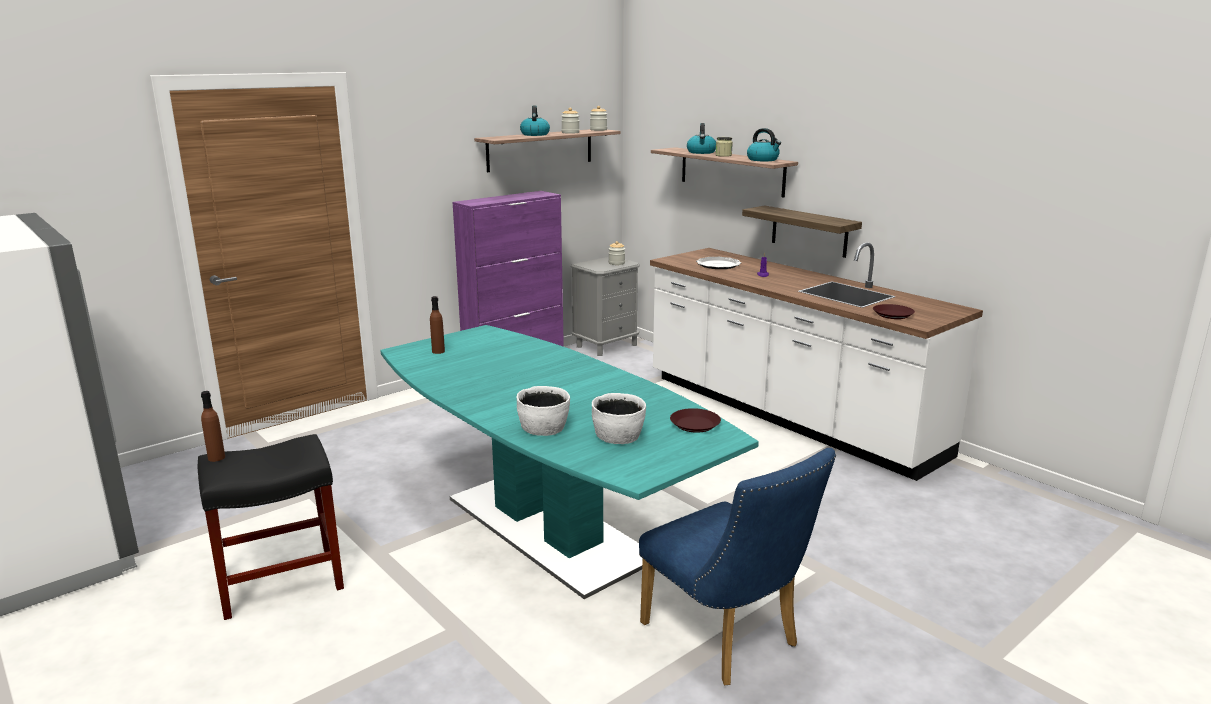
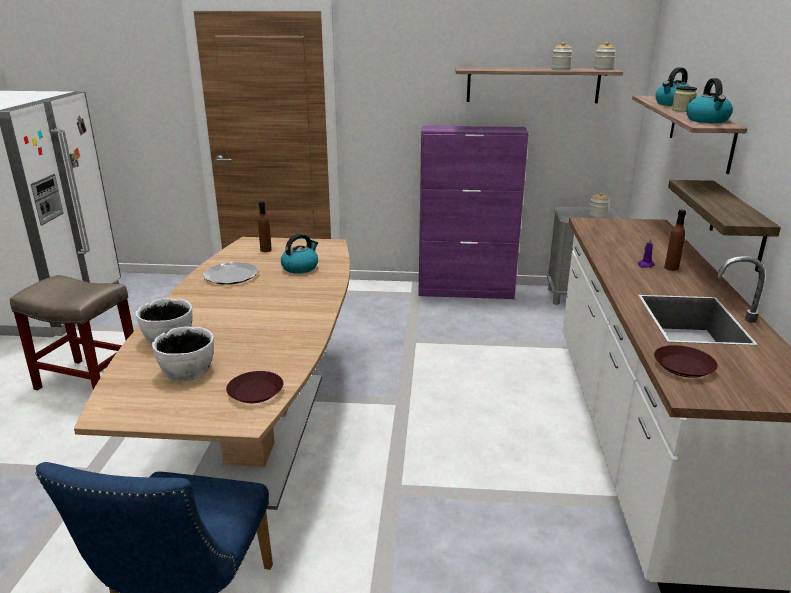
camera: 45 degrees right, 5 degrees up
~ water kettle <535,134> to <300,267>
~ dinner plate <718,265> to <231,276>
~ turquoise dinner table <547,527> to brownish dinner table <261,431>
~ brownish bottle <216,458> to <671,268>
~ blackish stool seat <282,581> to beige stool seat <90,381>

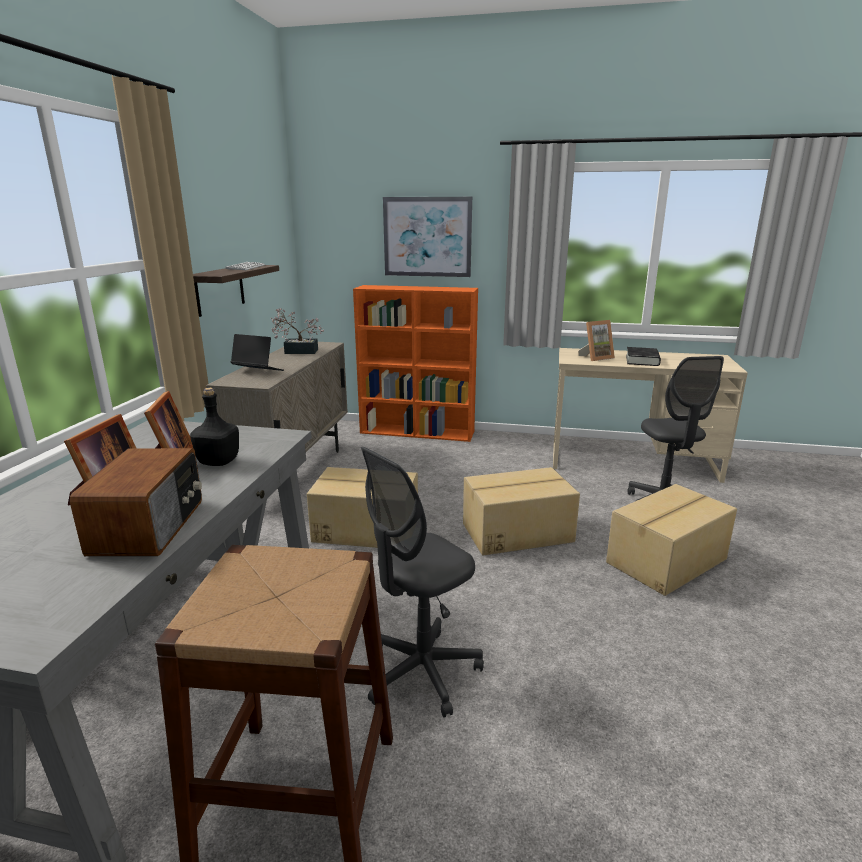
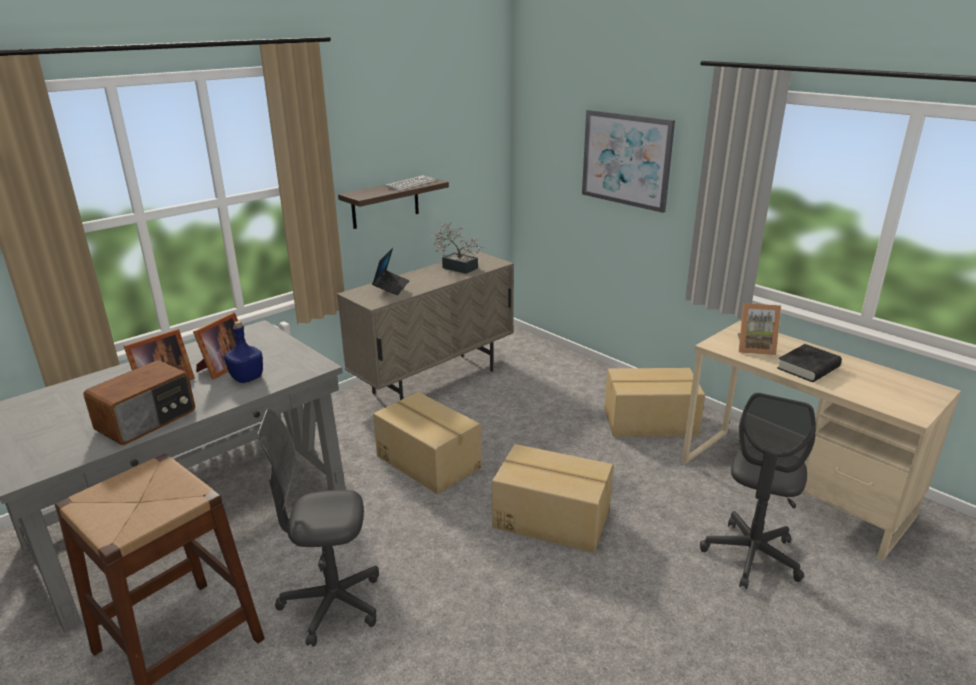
camera: 35 degrees right, 5 degrees up
- orange-coloured bookshelf <418,432>
~ notebook computer <258,371> = <391,287> 45 degrees clockwise
~ blackish bottle <219,462> to blue-coloured bottle <247,378>
~ cardboard box <668,561> to <650,422>

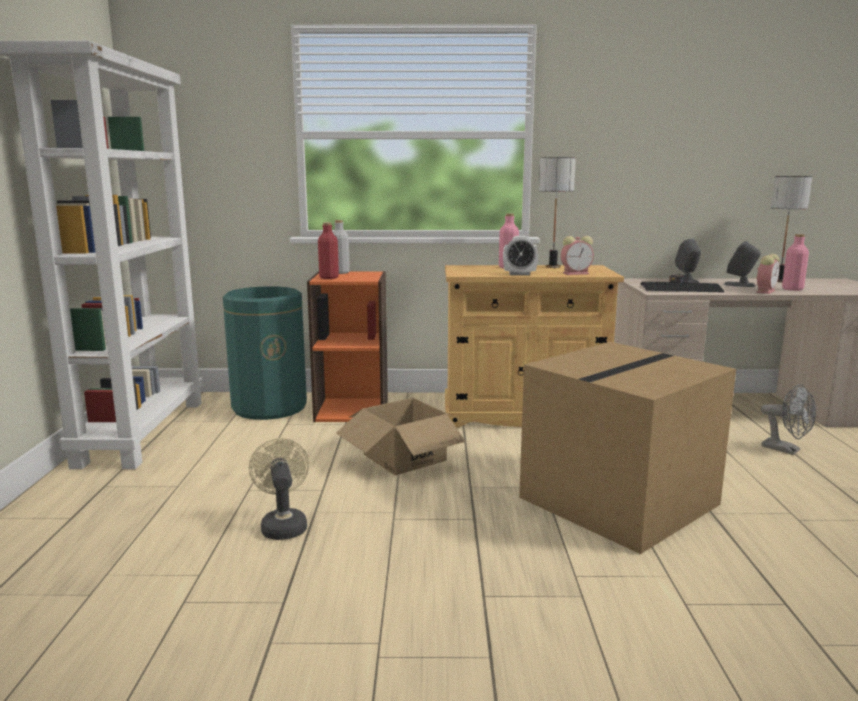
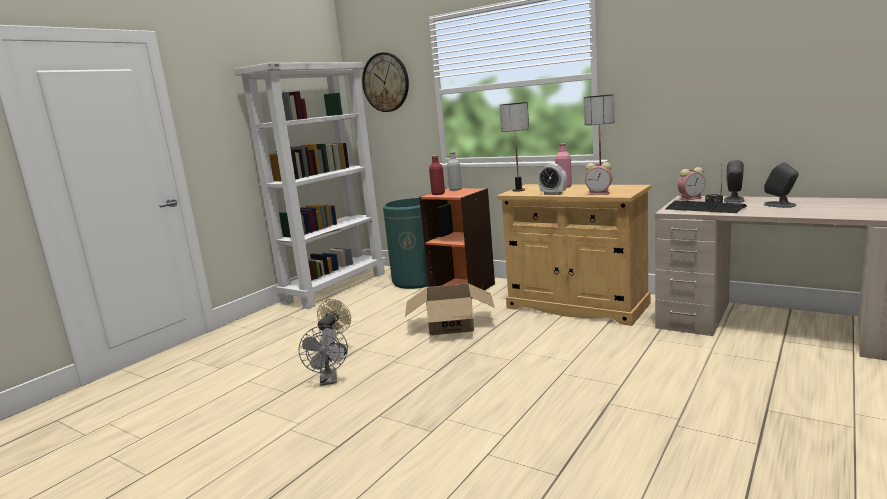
camera: 35 degrees right, 0 degrees up
~ table lamp <780,281> to <518,190>
- pinkish bottle <792,289>
~ alarm clock <765,291> to <691,198>
- cardboard box <619,502>
~ grey cooling fan <786,450> to <329,381>
+ wall clock <386,82>

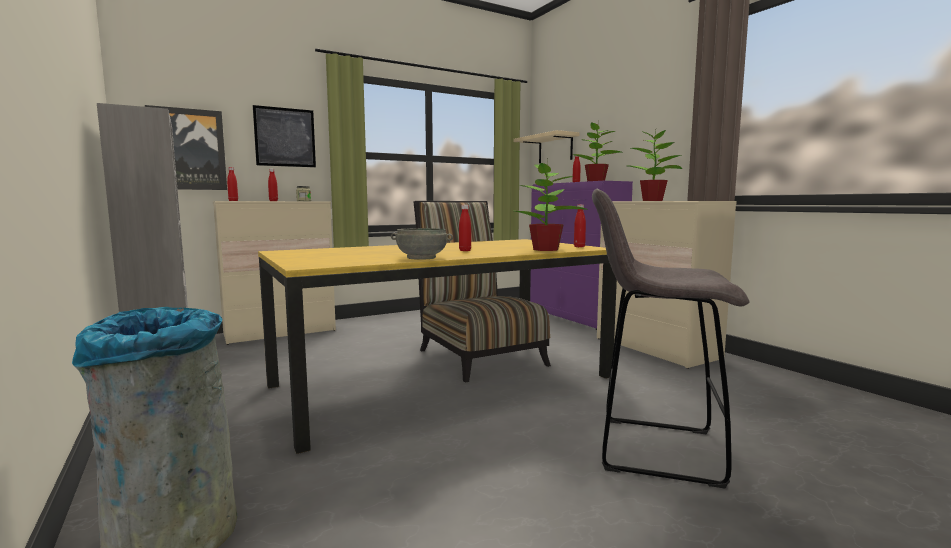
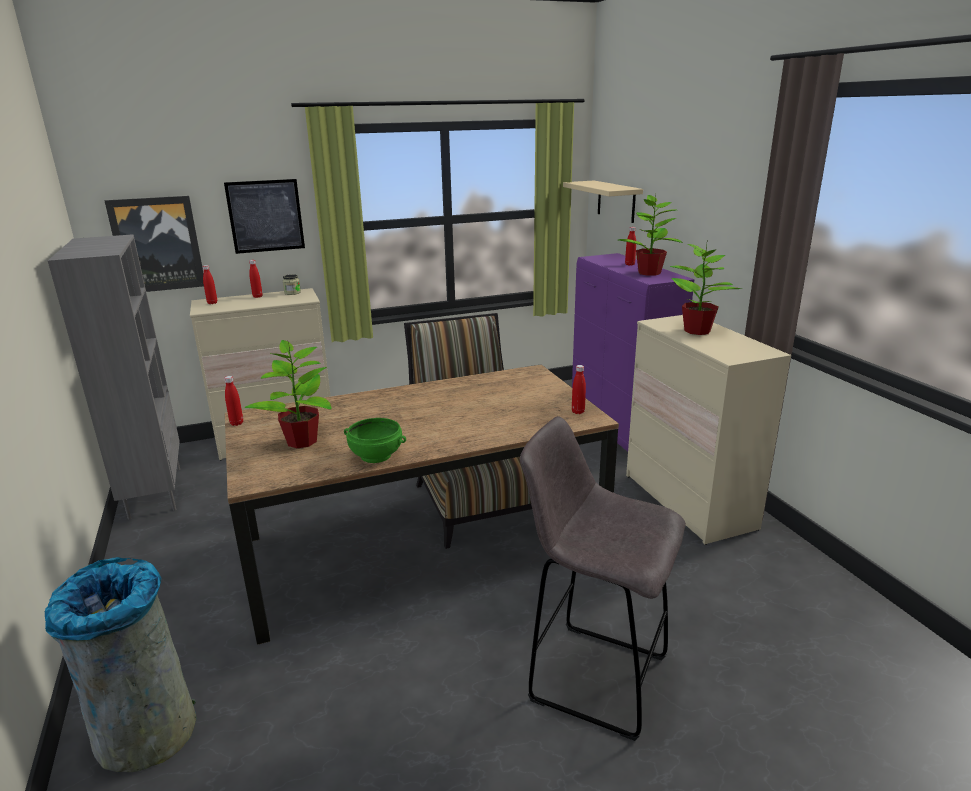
camera: 10 degrees right, 15 degrees up
~ plant in a pot <545,249> to <301,442>
~ red bottle <465,250> to <236,423>
~ grey deep dish <421,258> to green deep dish <375,456>
~ yellowish dinner table <444,380> to brownish dinner table <425,543>

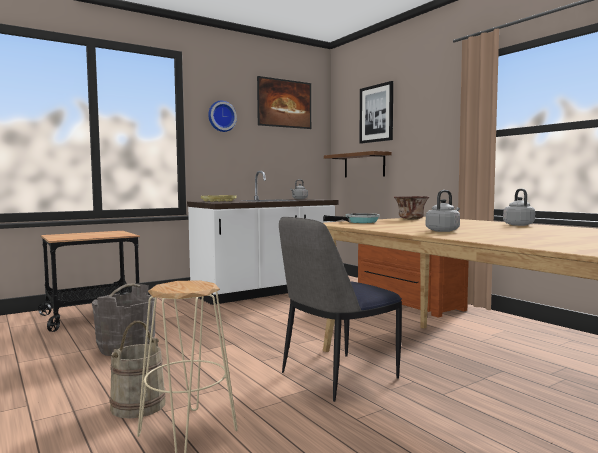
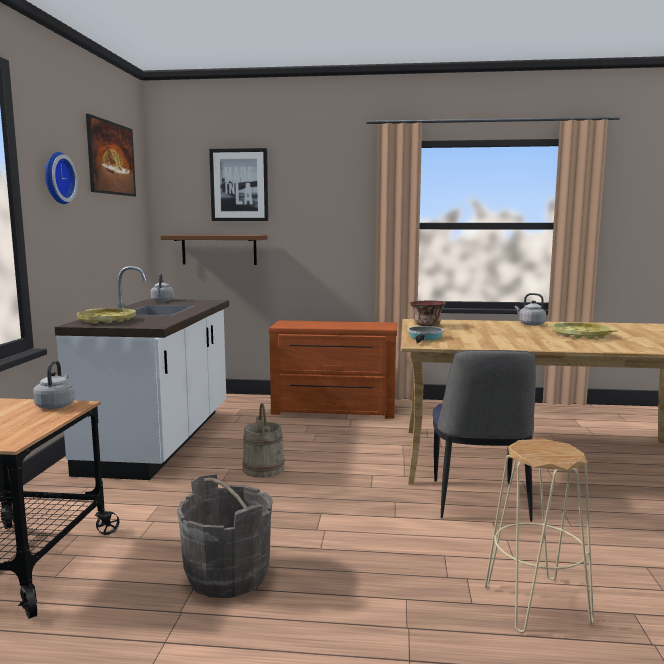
camera: 50 degrees left, 5 degrees up
~ grey water kettle <443,230> to <56,405>
~ beige bucket <138,405> to <263,469>
+ yellowish carrying tray <581,335>

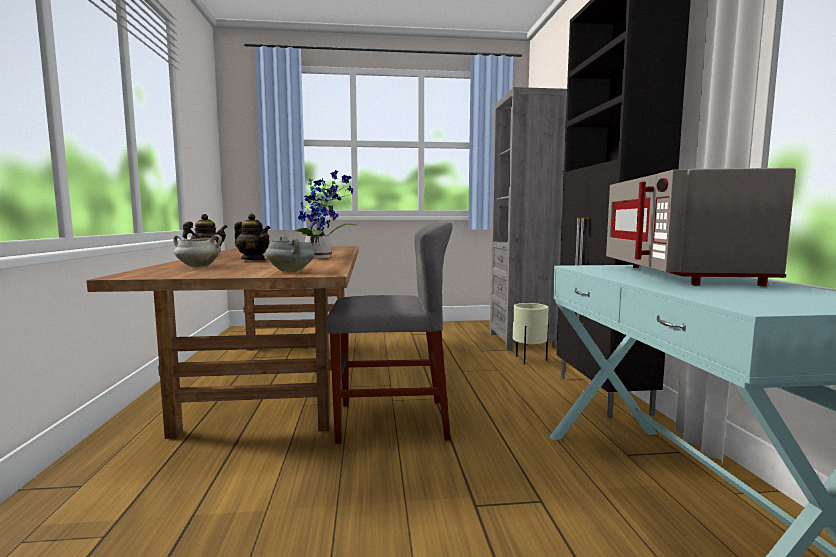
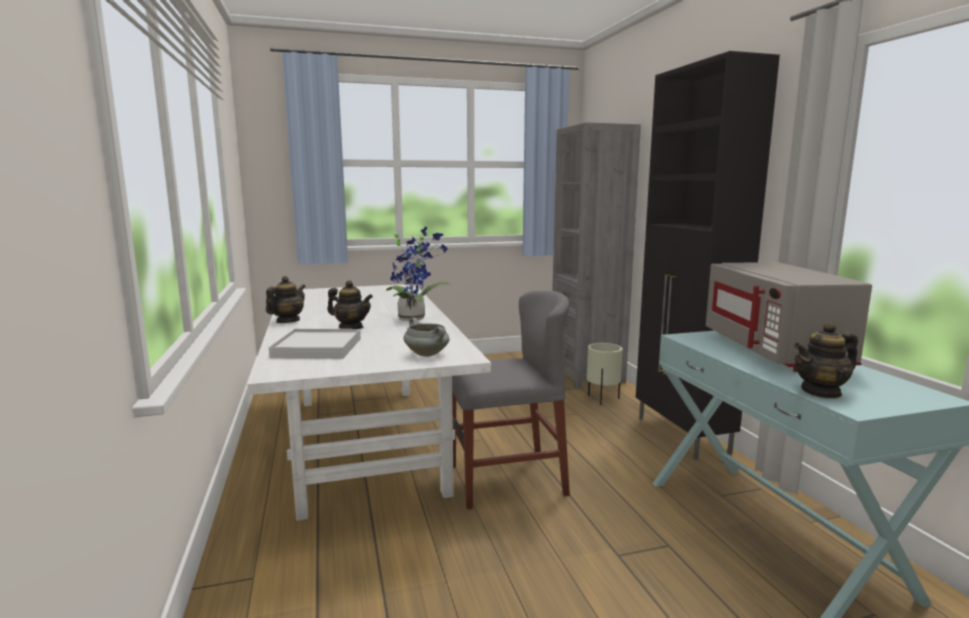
camera: 10 degrees left, 5 degrees up
~ white-coloured saucepot <198,267> to white-coloured carrying tray <317,348>
~ brownish dinner table <279,380> to white-coloured dinner table <366,442>
+ tea pot <821,392>

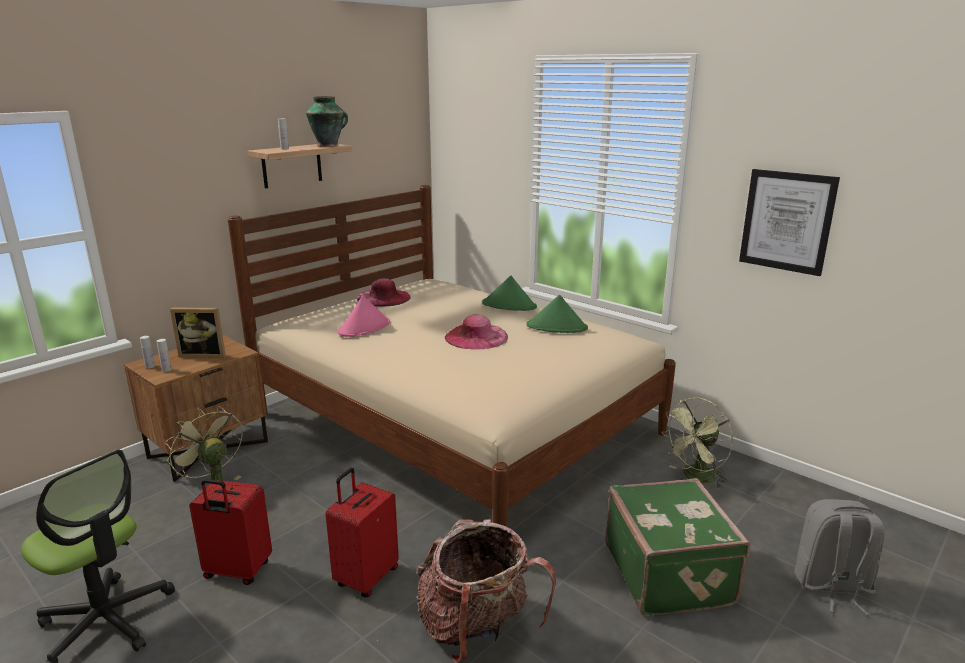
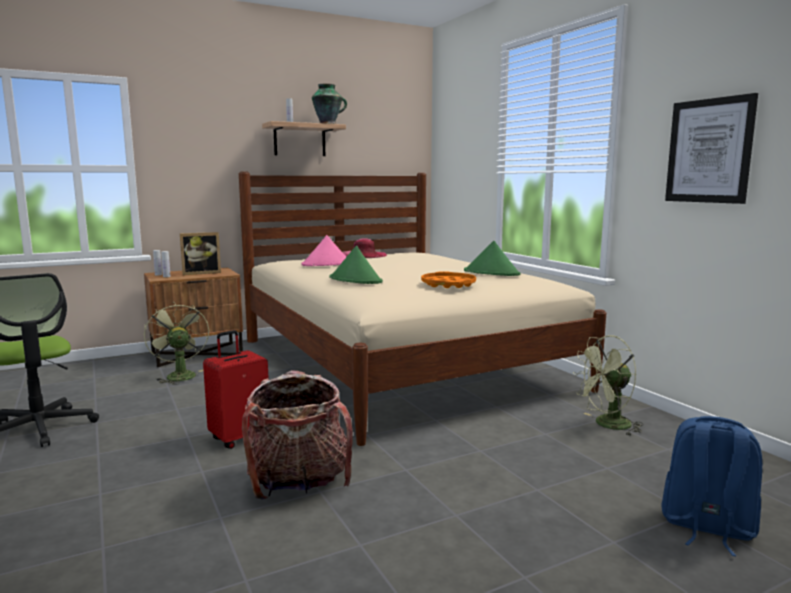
camera: 20 degrees right, 10 degrees down
~ green wearable hat <509,305> to <355,280>
~ picture frame <204,354> = <201,273> 45 degrees counterclockwise
- pinkish wearable hat <476,337>
- green suitcase <669,574>
- red suitcase <237,571>
~ grey backpack <832,586> to blue-coloured backpack <706,527>
+ orange-coloured carrying tray <448,284>

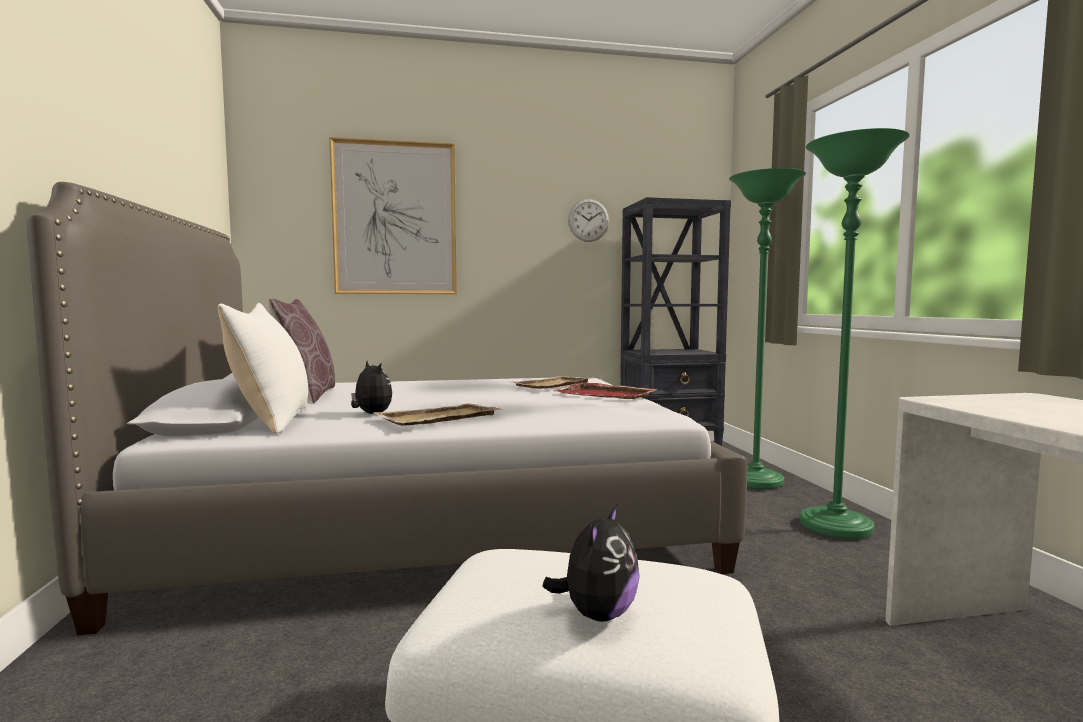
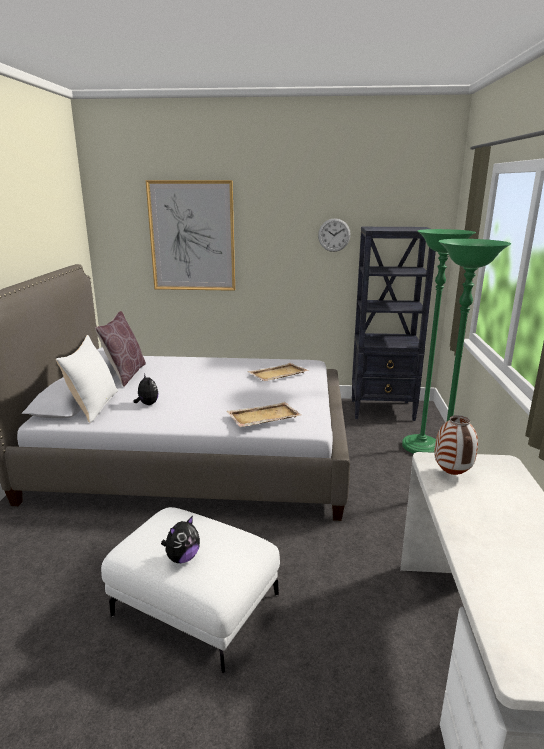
camera: 15 degrees right, 15 degrees up
- red carrying tray <606,394>
~ beige carrying tray <437,418> to <263,416>
+ flower vase <452,474>

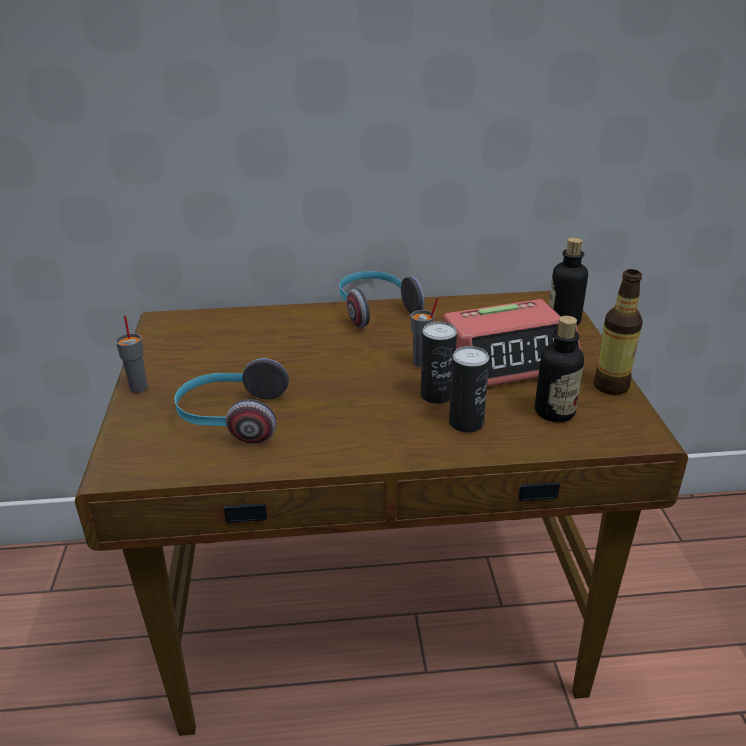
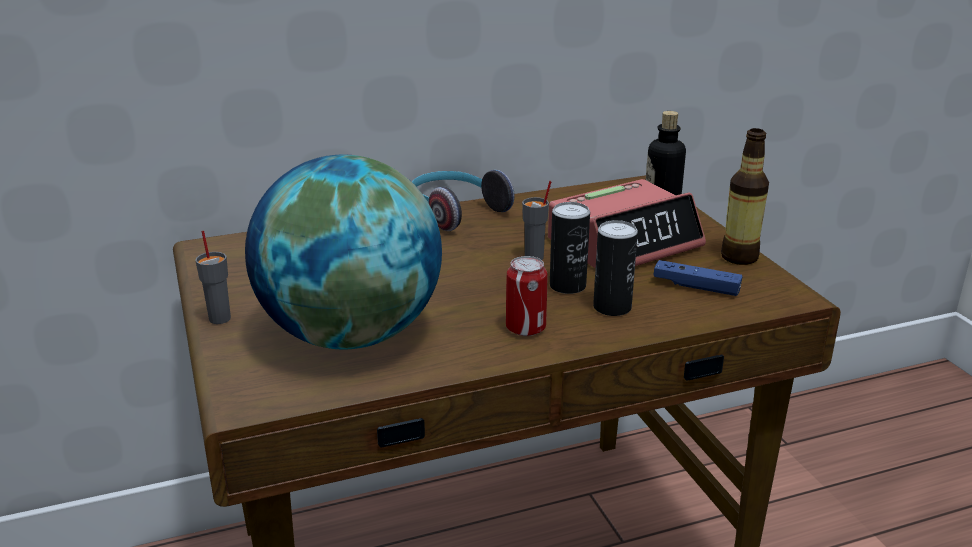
camera: 15 degrees left, 5 degrees down
~ bottle <554,412> to blue-coloured game controller <696,286>
~ headset <232,418> to desk globe <351,335>
+ metal can <525,328>

